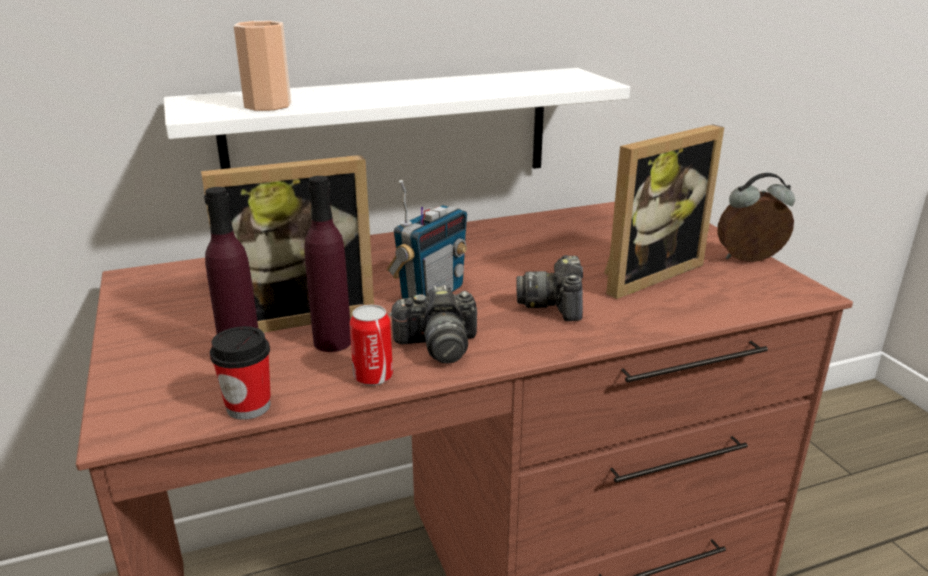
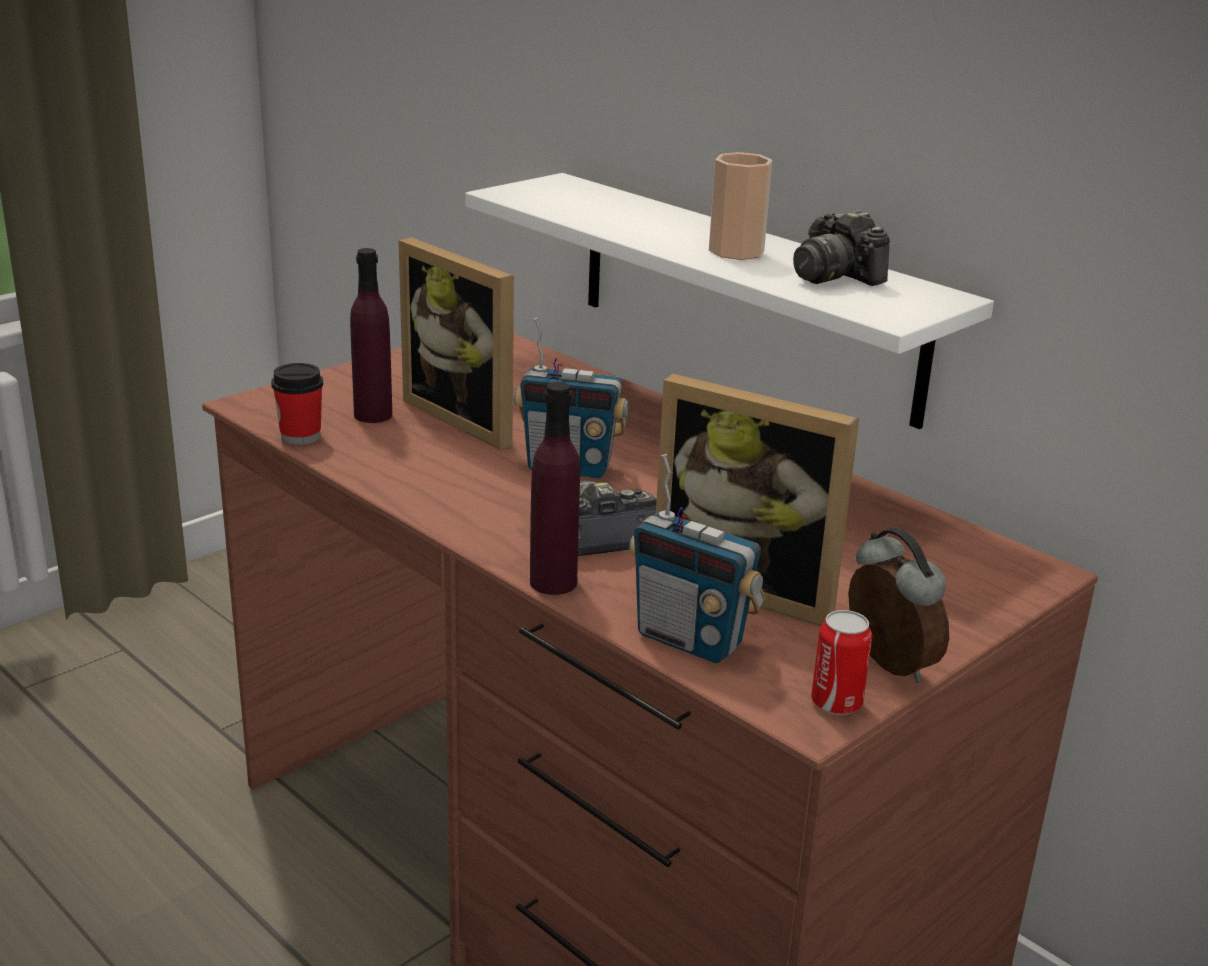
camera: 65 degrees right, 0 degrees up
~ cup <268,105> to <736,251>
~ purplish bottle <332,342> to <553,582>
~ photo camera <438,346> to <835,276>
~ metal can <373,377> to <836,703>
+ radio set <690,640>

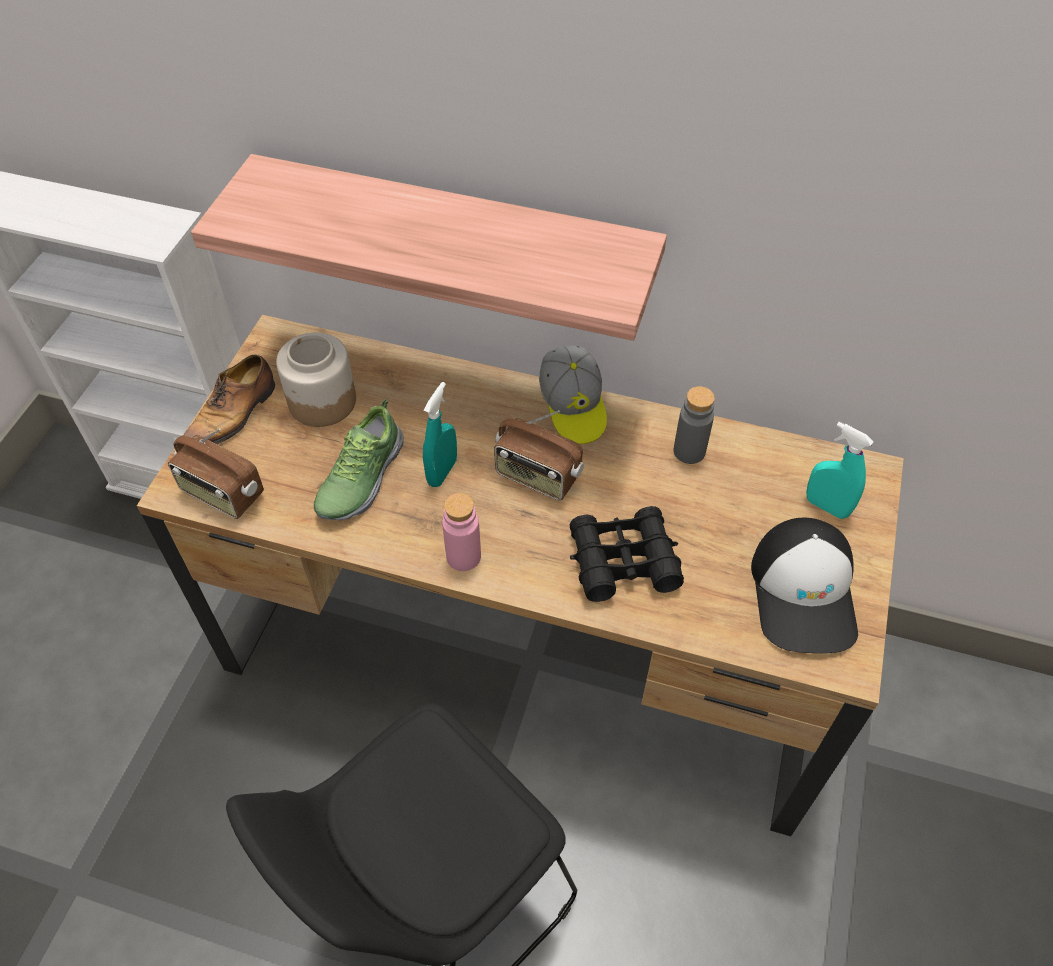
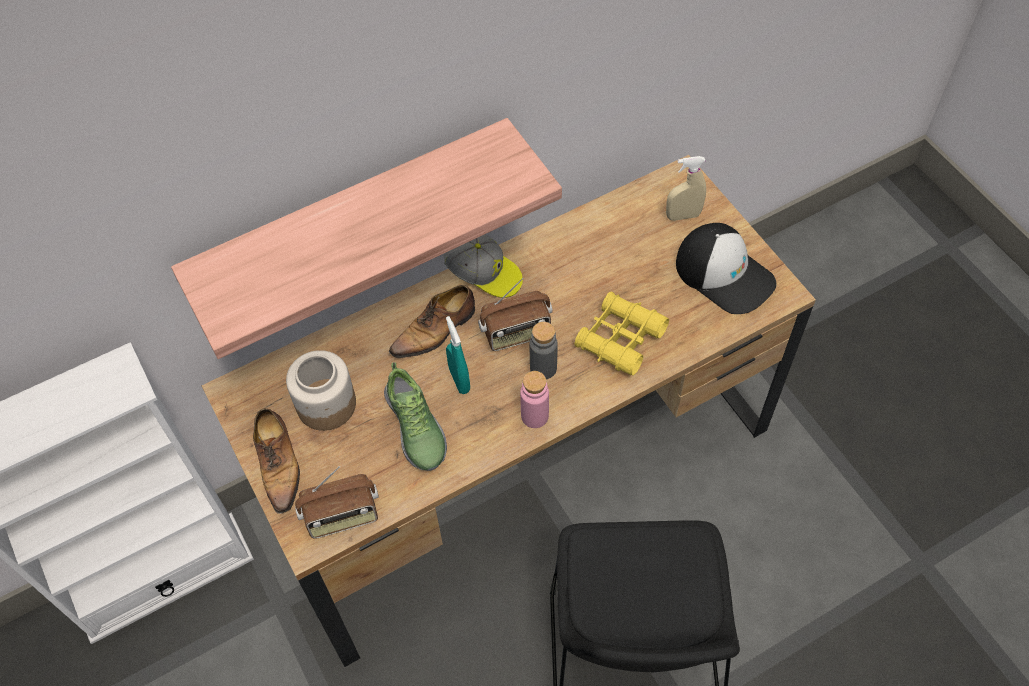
camera: 45 degrees left, 5 degrees up
~ grey bottle <689,451> to <543,368>
~ turquoise sprayer <826,506> to beige sprayer <683,216>
~ blackish pair of binoculars <623,561> to yellowish pair of binoculars <620,339>
+ item of footwear <436,330>

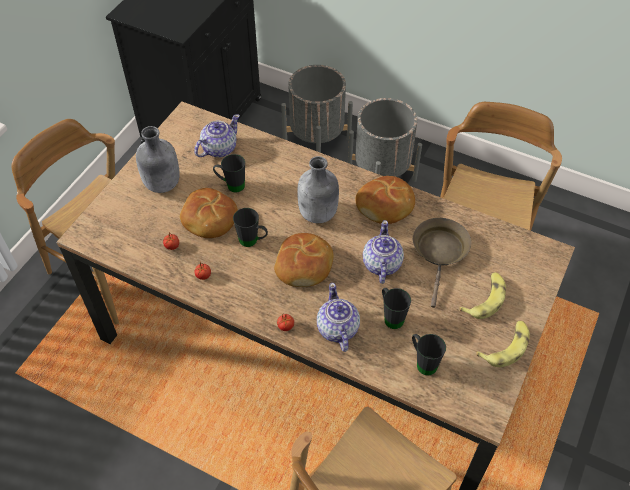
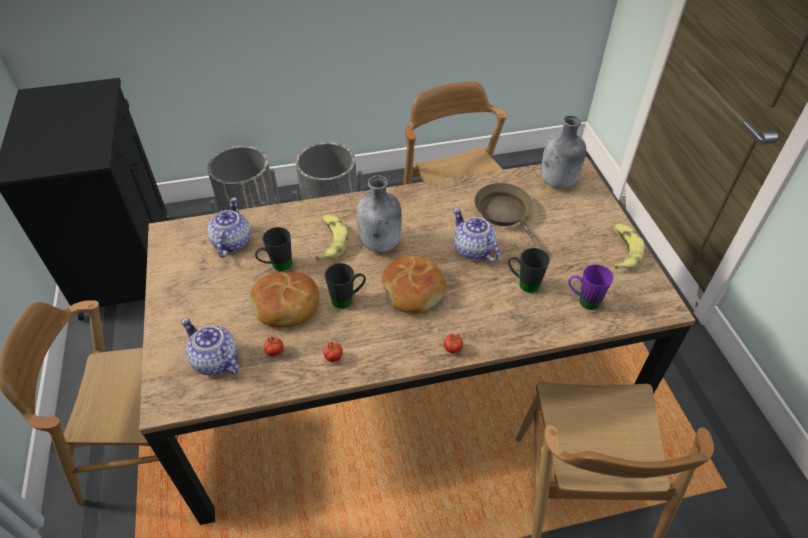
camera: 40 degrees left, 5 degrees down
~ grey bottle <162,184> to <558,182>
- bread <385,206>
~ whole banana <485,299> to <330,241>
~ tea pot <337,329> to <215,361>
~ blackish coffee mug <423,362> to purplish coffee mug <583,300>

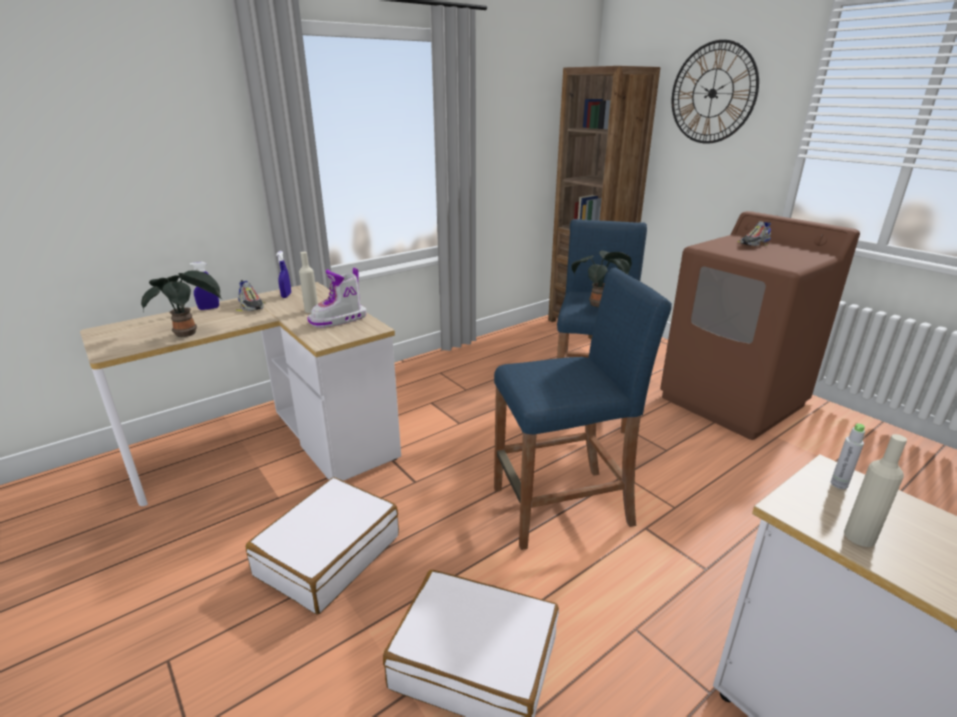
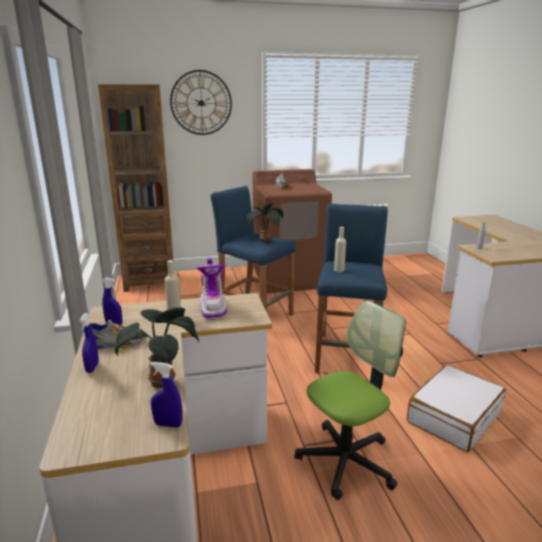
camera: 65 degrees left, 5 degrees down
~ beige bottle <859,536> to <339,270>
~ white-coloured suitcase <328,555> to computer chair <346,460>
+ blue-coloured sprayer <168,424>

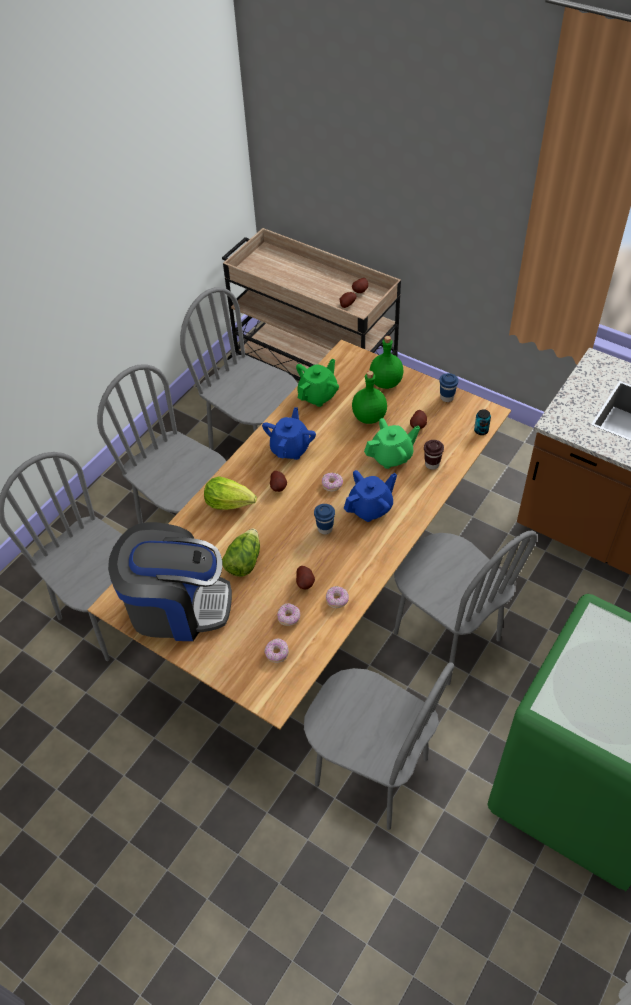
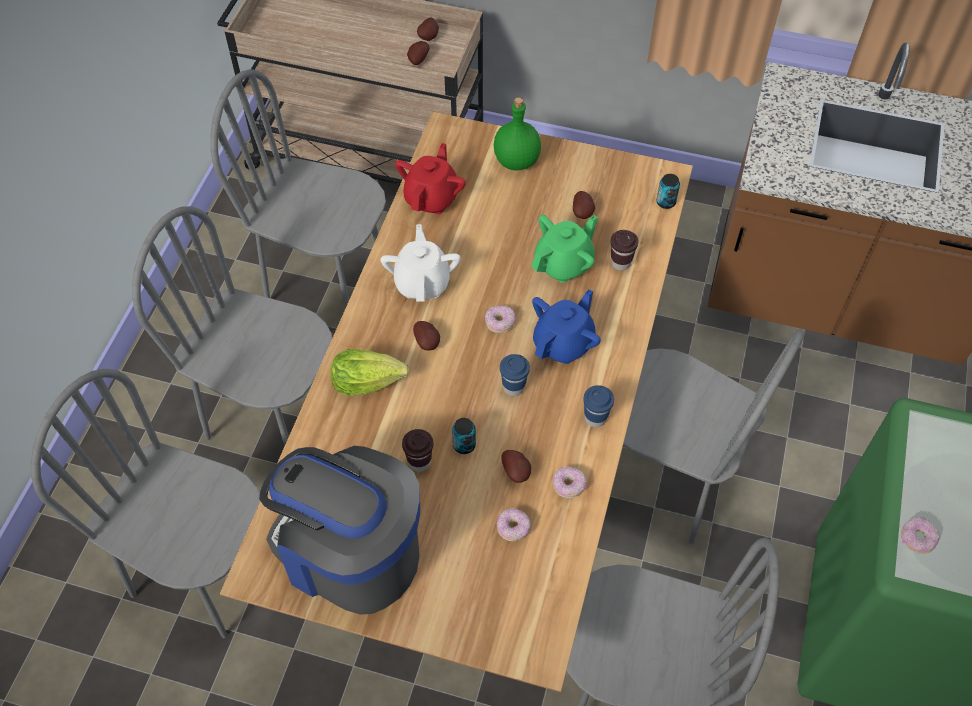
camera: 20 degrees left, 5 degrees up
~ green tea pot <318,395> to red tea pot <432,198>
- green bottle <369,417>
~ blue-coloured cup <447,397> to <595,418>
~ blue-coloured tea pot <290,448> to white-coloured tea pot <422,283>
~ coffee maker <177,606> = <350,553> 135 degrees counterclockwise
~ lettuce head <243,561> to brownish cup <419,462>
~ donut <277,653> to <916,539>
+ metal can <464,445>

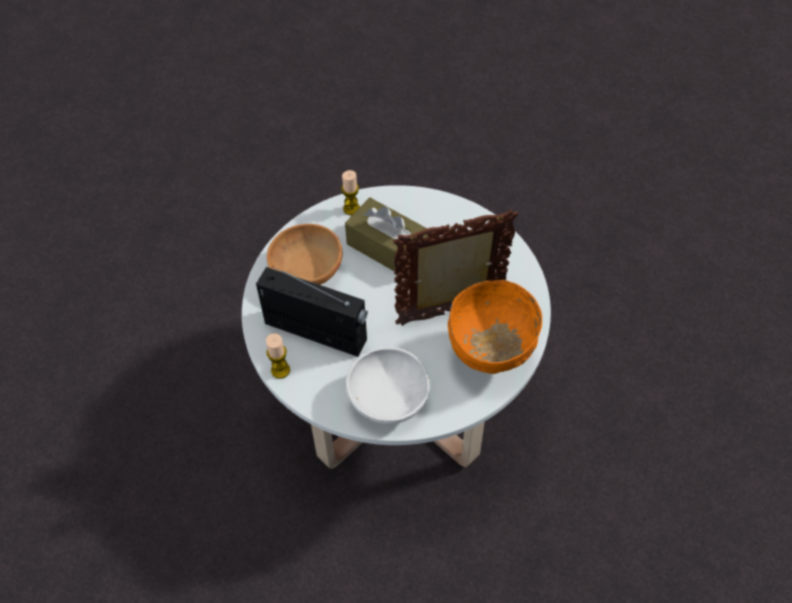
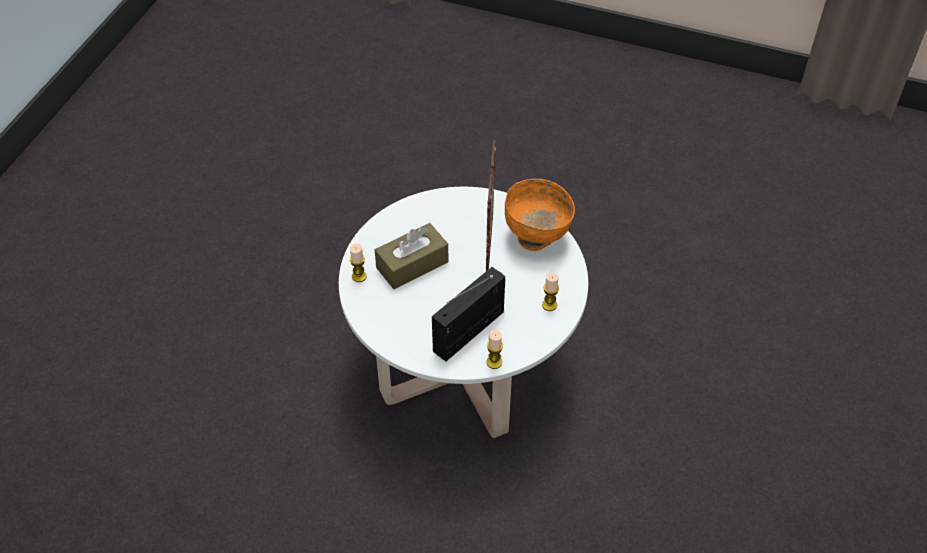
camera: 70 degrees left, 5 degrees down
- brownish deep dish <306,271>
~ white-coloured deep dish <389,401> to candle <549,305>

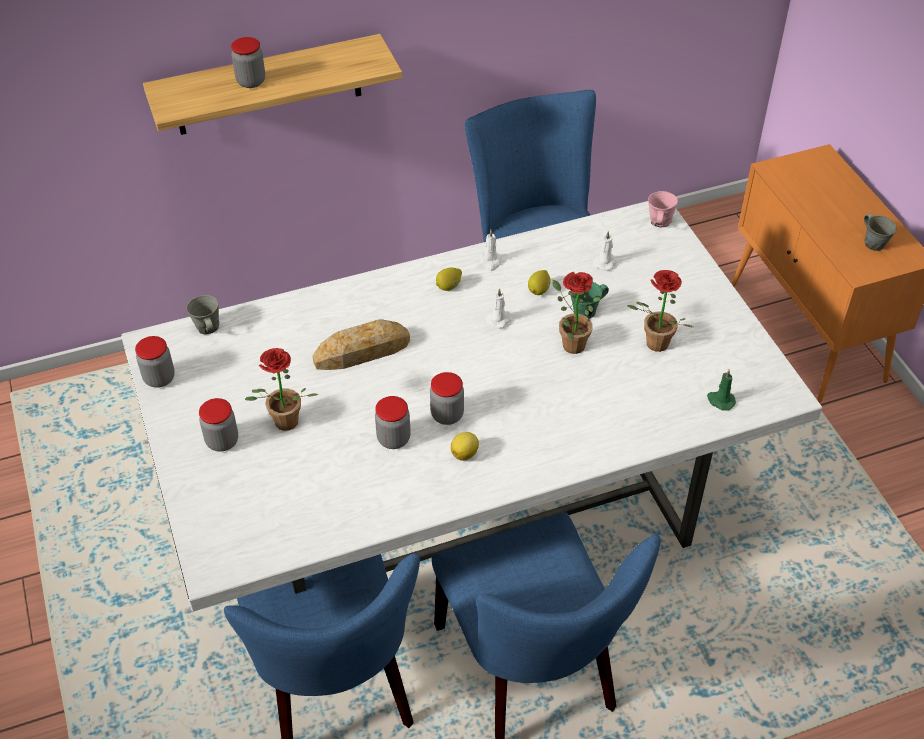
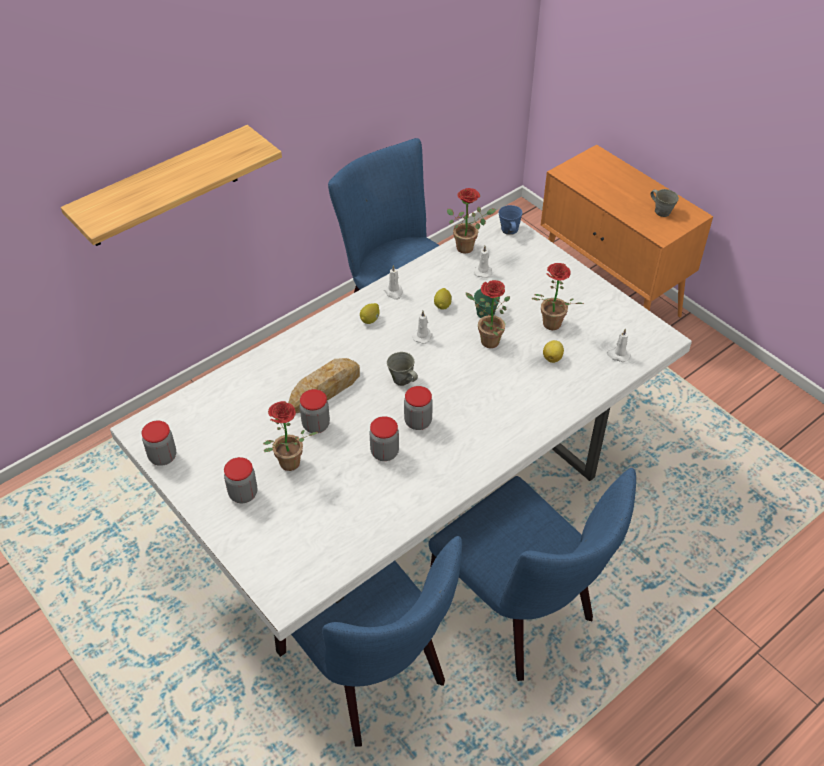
camera: 20 degrees left, 0 degrees up
~ storage jar <251,81> to <316,425>
~ pinkish coffee mug <659,222> to blue-coloured coffee mug <509,230>
~ grey coffee mug <208,328> to <402,380>
~ green candle <720,400> to white-coloured candle <618,355>
~ whole lemon <465,453> to <552,358>
+ plant in a pot <468,246>

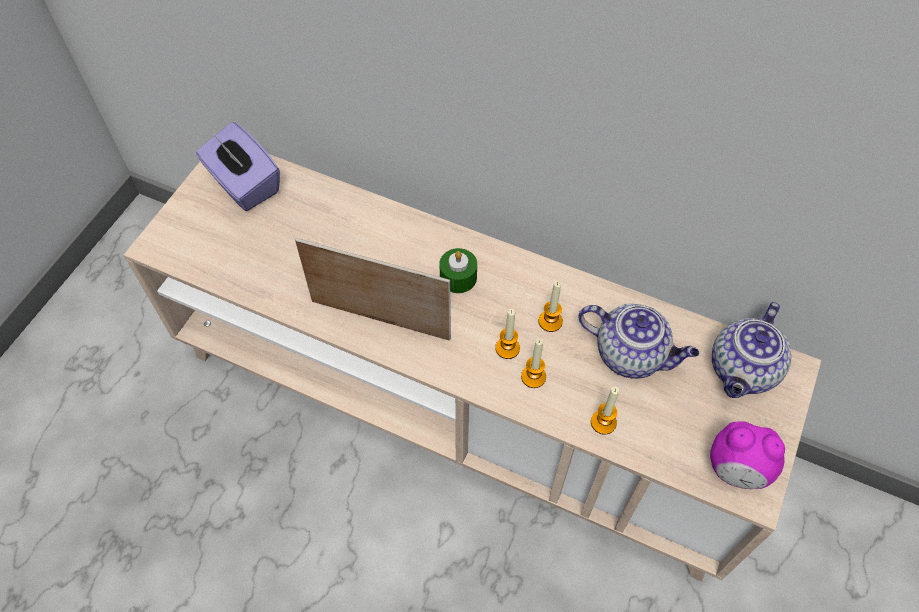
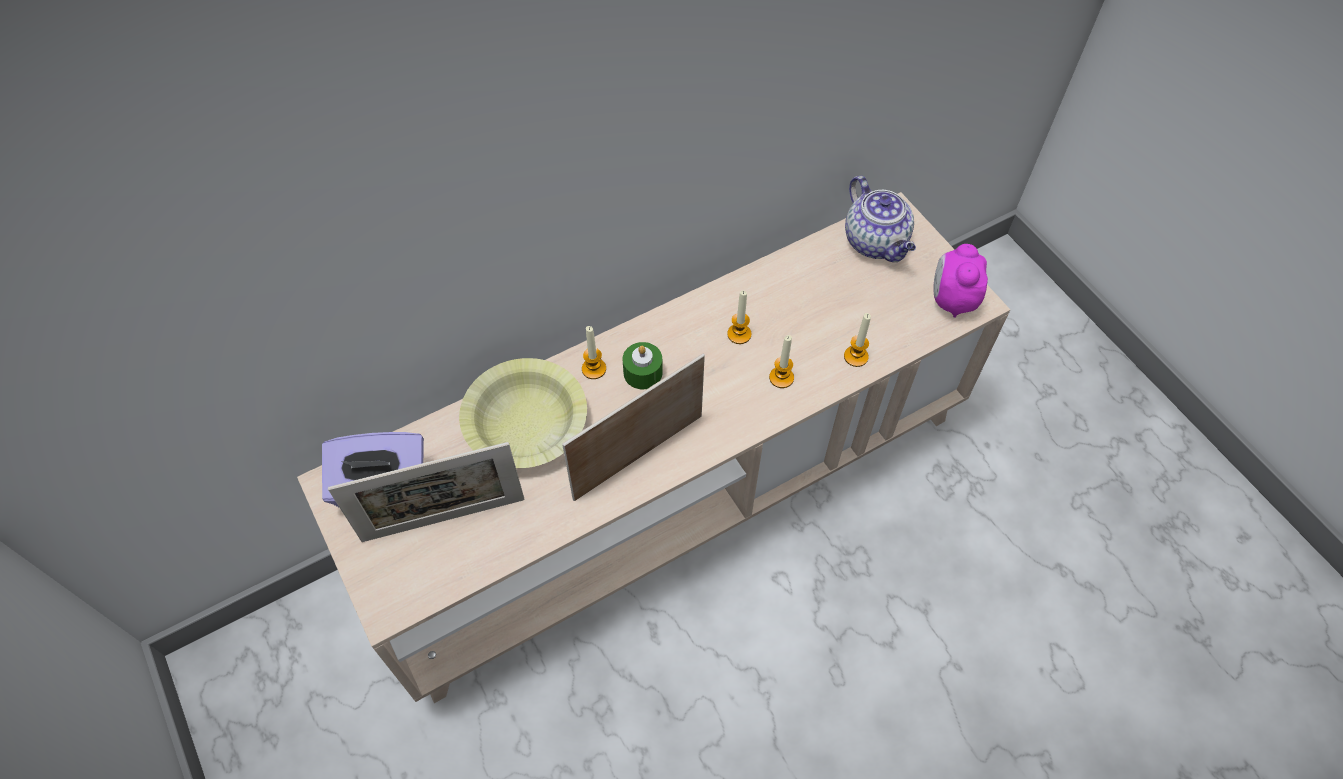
camera: 55 degrees left, 0 degrees up
- tea pot <631,354>
~ candle <507,348> to <594,369>
~ alarm clock <736,470> = <951,300> 135 degrees clockwise
+ yellowish deep dish <526,424>
+ picture frame <443,519>

